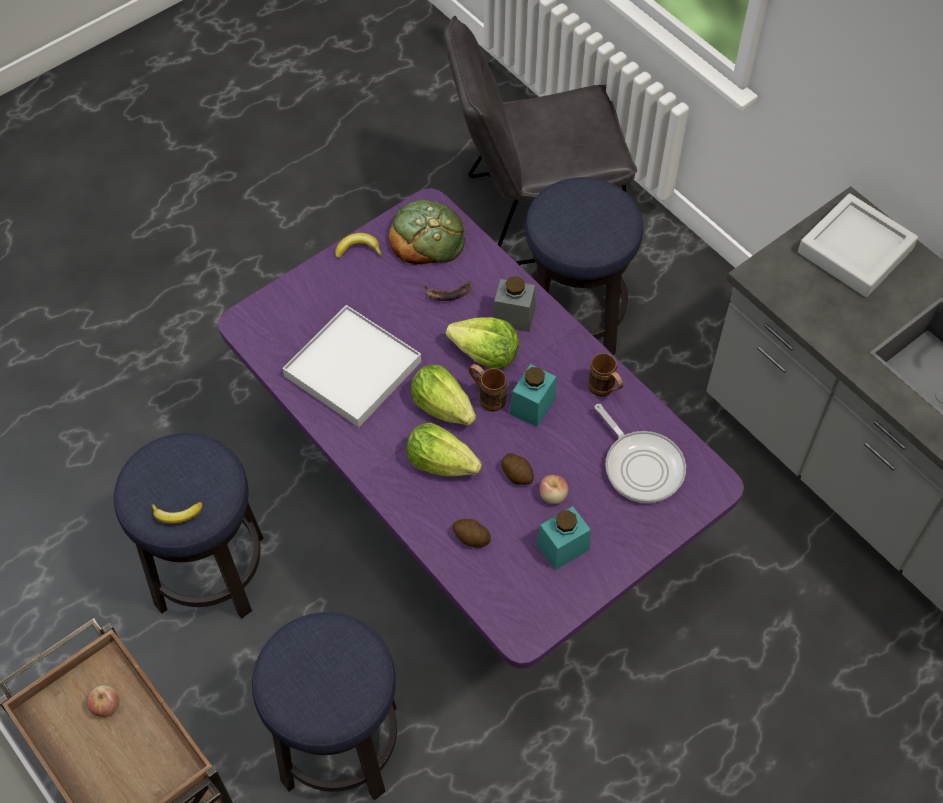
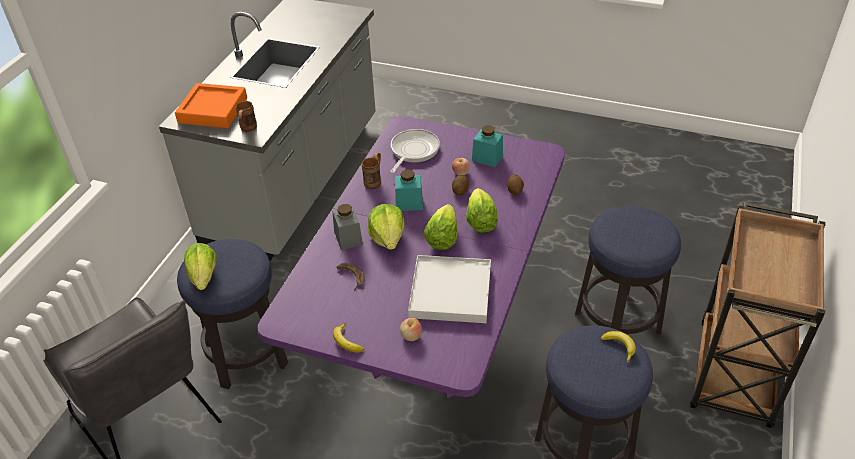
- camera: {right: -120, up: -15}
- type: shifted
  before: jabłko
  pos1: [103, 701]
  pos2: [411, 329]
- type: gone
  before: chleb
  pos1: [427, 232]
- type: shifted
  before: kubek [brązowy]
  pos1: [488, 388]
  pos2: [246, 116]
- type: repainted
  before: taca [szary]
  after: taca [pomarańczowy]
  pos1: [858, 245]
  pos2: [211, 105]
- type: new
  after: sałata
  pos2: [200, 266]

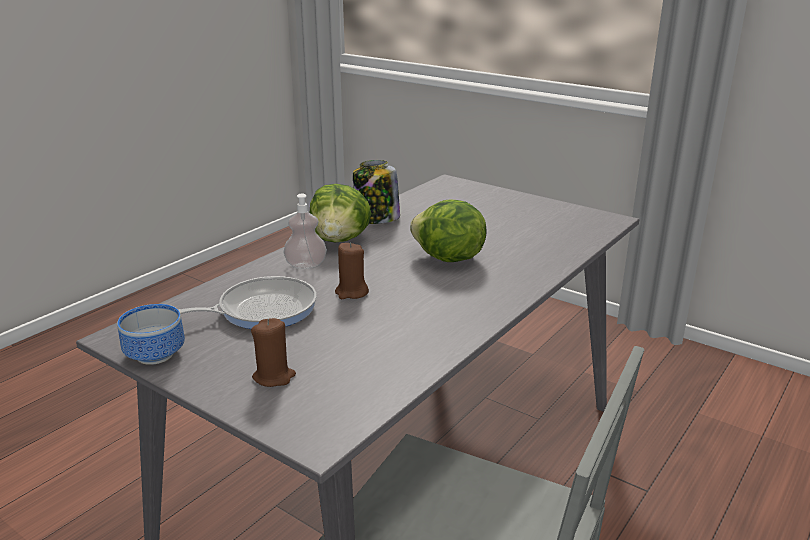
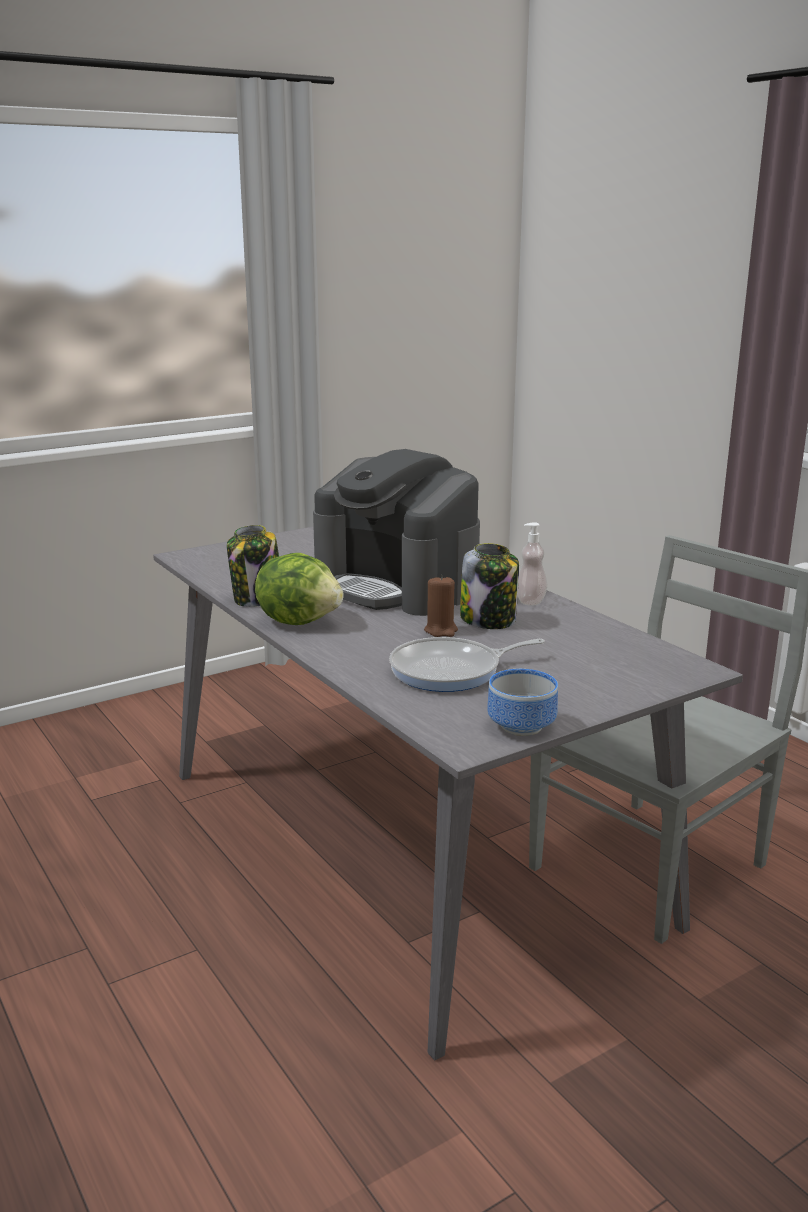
- camera: {right: -70, up: -5}
- type: rotated
  before: patelnia
  pos1: [247, 302]
  pos2: [467, 664]
  turn: -105
- type: gone
  before: świeca [brązowy]
  pos1: [273, 352]
- type: shifted
  before: dozownik mydła
  pos1: [305, 231]
  pos2: [533, 564]
- type: swapped
  before: sałata
  after: ekspres do kawy
  pos1: [448, 231]
  pos2: [396, 532]
- type: new
  after: słoik
  pos2: [489, 586]

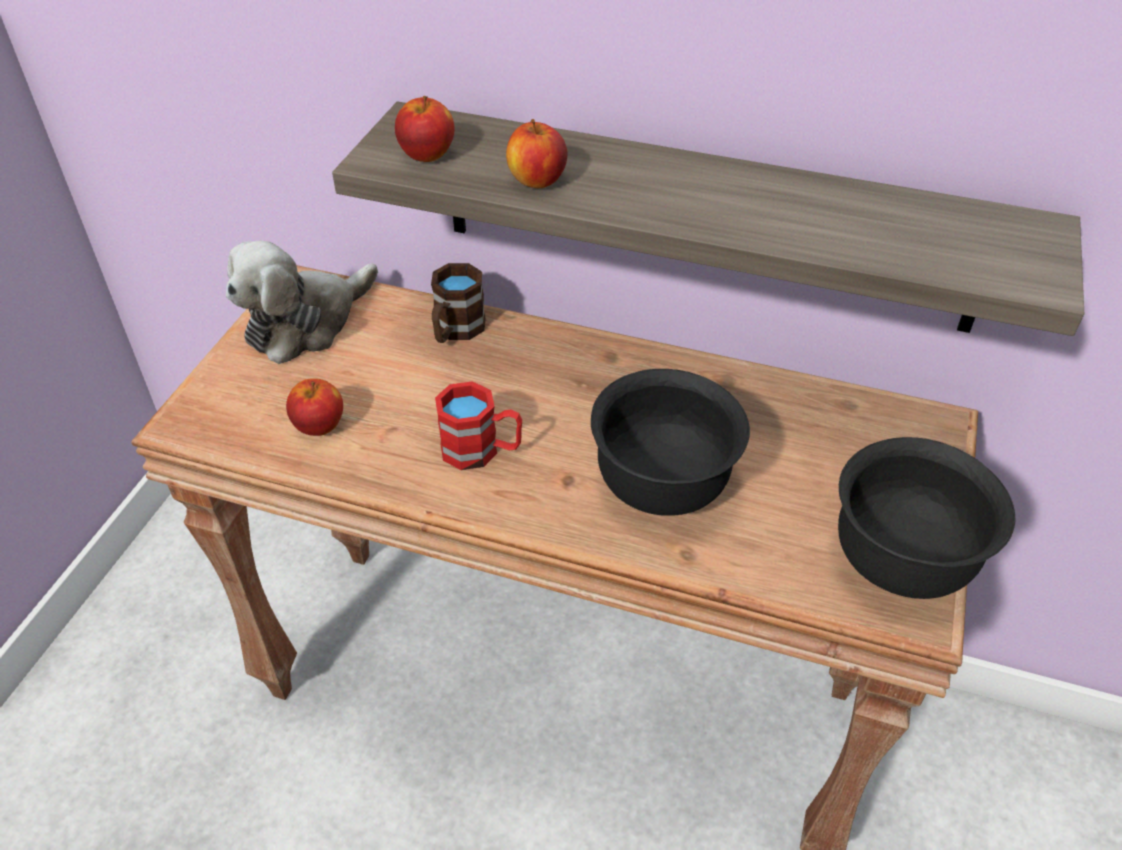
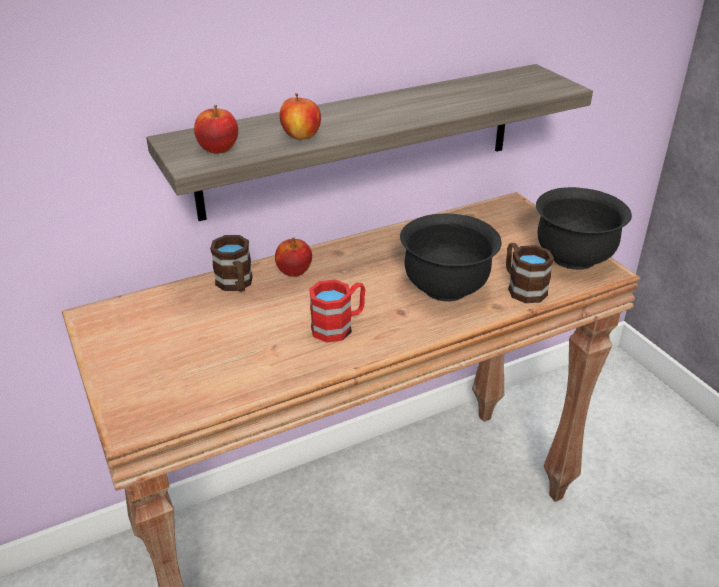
- camera: {right: -45, up: -10}
- type: gone
  before: pluszak
  pos1: [302, 302]
- type: shifted
  before: jabłko
  pos1: [314, 407]
  pos2: [293, 257]
- type: new
  after: kubek [brązowy]
  pos2: [530, 273]

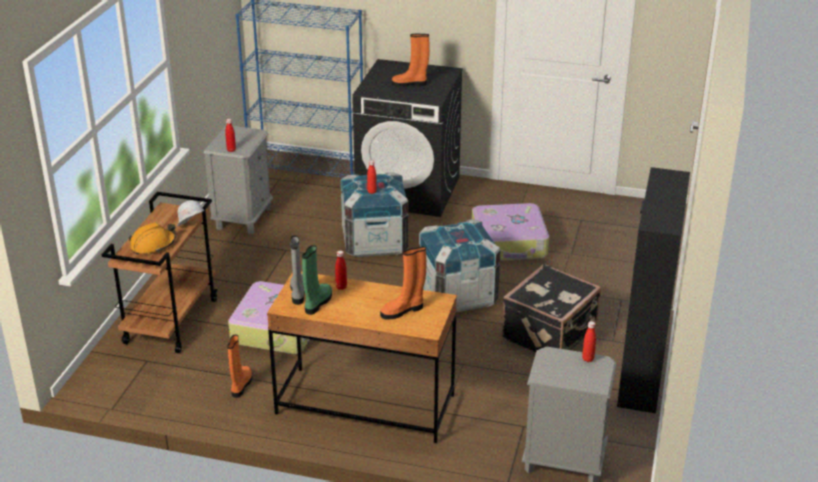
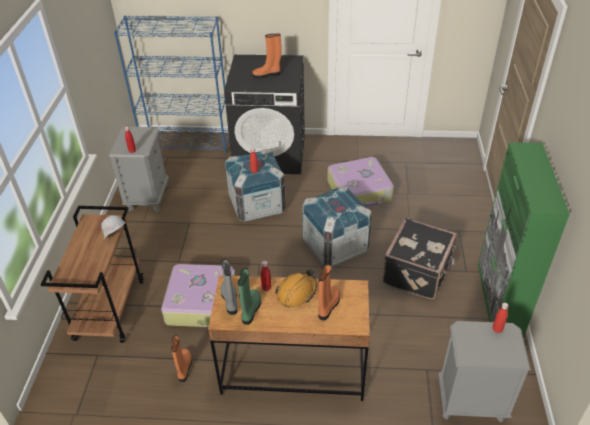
- camera: {right: -10, up: 10}
- type: shifted
  before: kask [pomarańczowy]
  pos1: [152, 238]
  pos2: [296, 288]
- type: rotated
  before: but z cholewką [pomarańczowy]
  pos1: [403, 283]
  pos2: [329, 292]
  turn: 150
- type: repainted
  before: szafka [czarny]
  after: szafka [zielony]
  pos1: [653, 290]
  pos2: [524, 240]

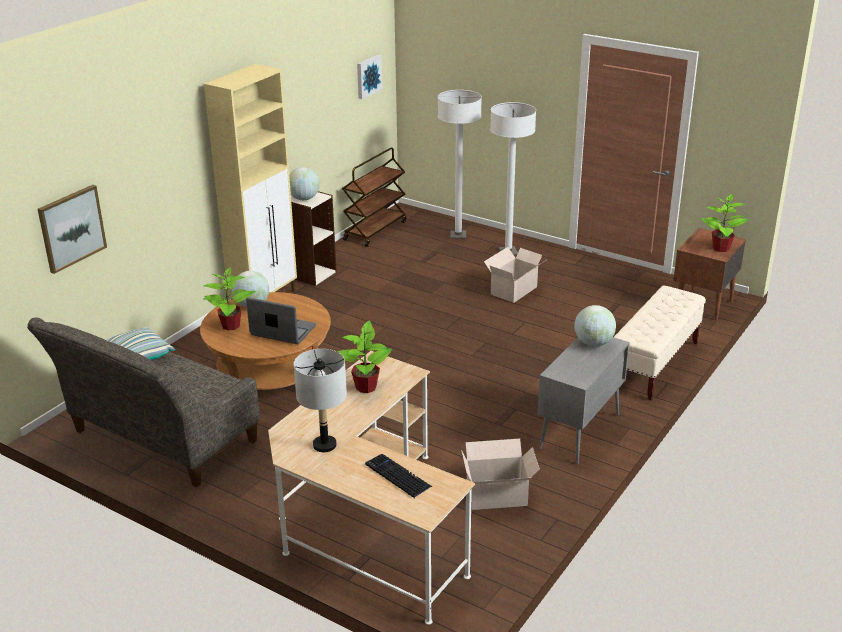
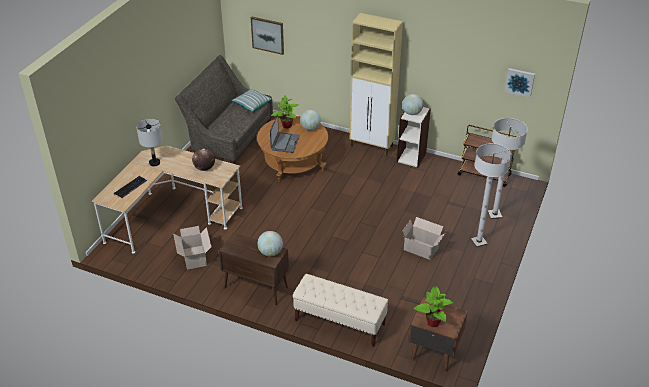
- camera: {right: 80, up: 10}
- type: swapped
  before: roślina doniczkowa
  after: globus
  pos1: [364, 356]
  pos2: [203, 159]
- type: repainted
  before: szafka [szary]
  after: szafka [brązowy]
  pos1: [584, 400]
  pos2: [254, 269]

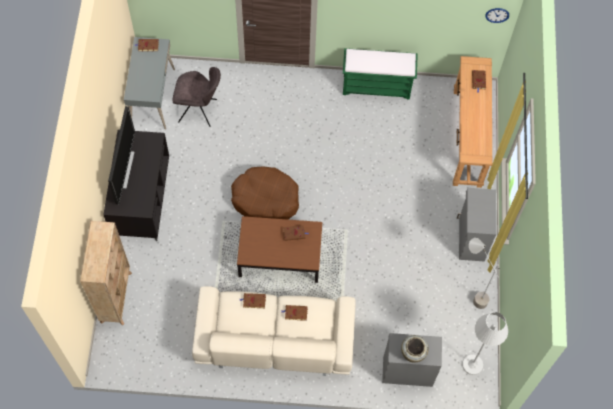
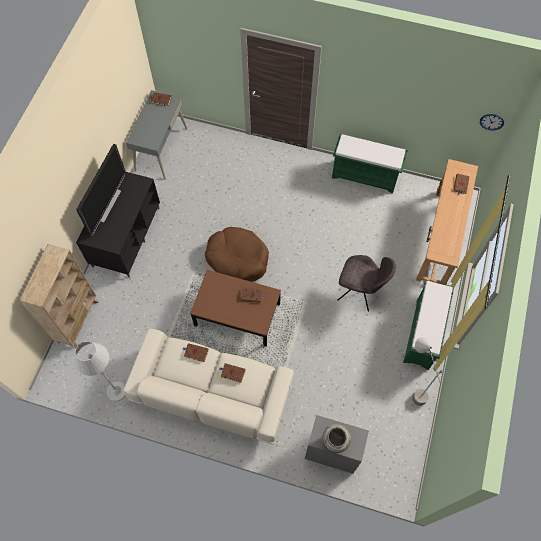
- camera: {right: 15, up: 0}
- type: shifted
  before: krzesło [szary]
  pos1: [197, 97]
  pos2: [367, 283]
- type: swapped
  before: szafka [szary]
  after: ławka [zielony]
  pos1: [476, 224]
  pos2: [428, 325]
- type: shifted
  before: lampa stojąca [biały]
  pos1: [485, 343]
  pos2: [100, 371]

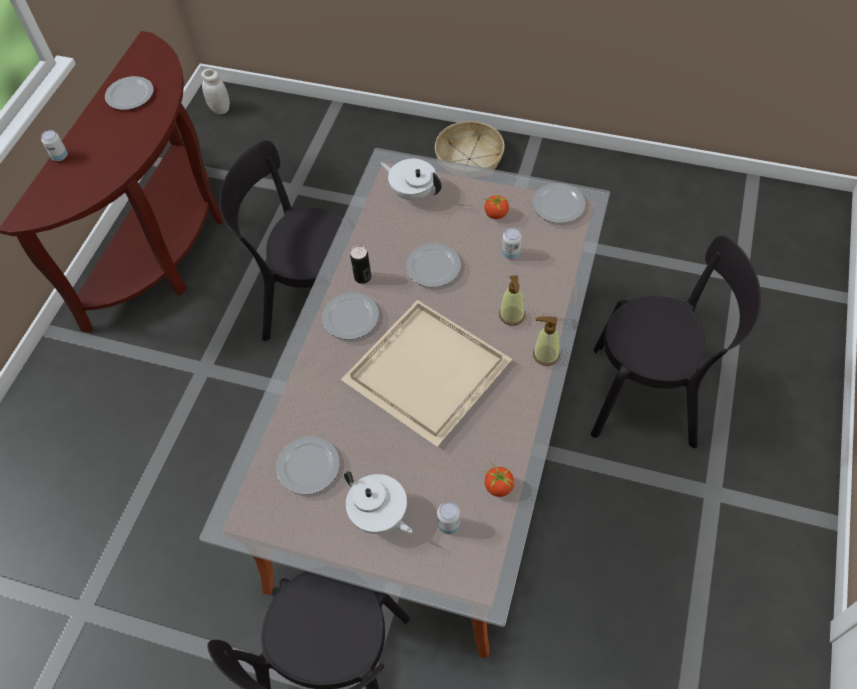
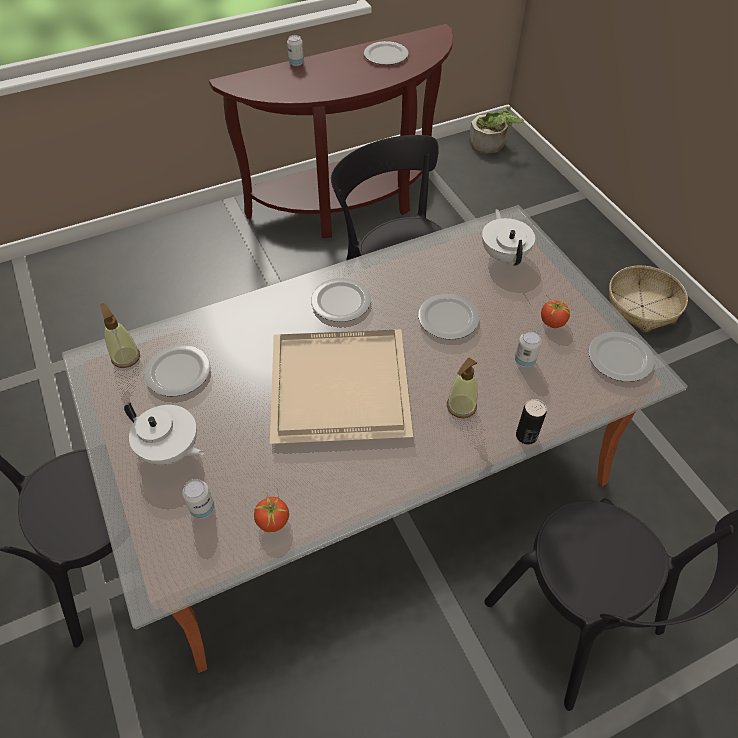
- camera: {right: 45, up: -5}
- type: swapped
  before: słoik [biały]
  after: roślina doniczkowa
  pos1: [215, 91]
  pos2: [496, 129]
- type: rotated
  before: imbryk [biały]
  pos1: [378, 502]
  pos2: [164, 434]
  turn: -60
- type: shifted
  before: puszka
  pos1: [360, 265]
  pos2: [531, 422]
- type: shifted
  before: dozownik mydła
  pos1: [546, 341]
  pos2: [120, 335]

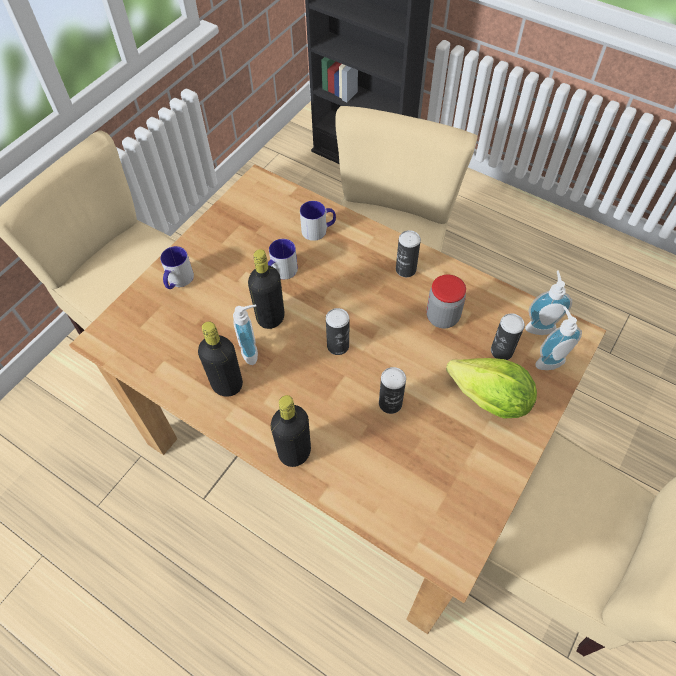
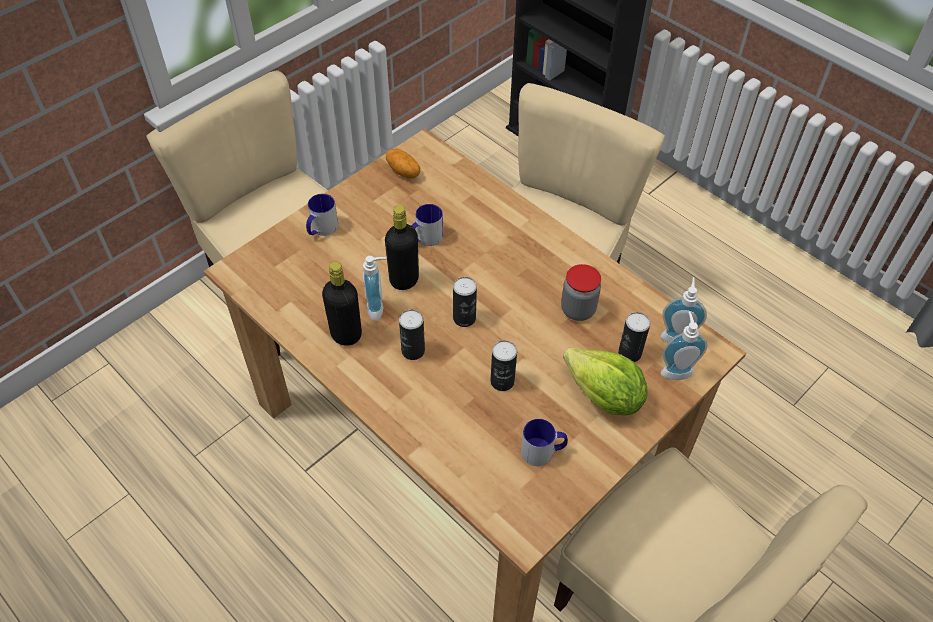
- camera: {right: 10, up: -5}
- type: gone
  before: butelka [czarny]
  pos1: [291, 431]
- type: shifted
  before: kubek
  pos1: [318, 221]
  pos2: [544, 442]
- type: shifted
  before: puszka
  pos1: [408, 253]
  pos2: [412, 334]
- type: new
  after: ziemniak
  pos2: [403, 163]

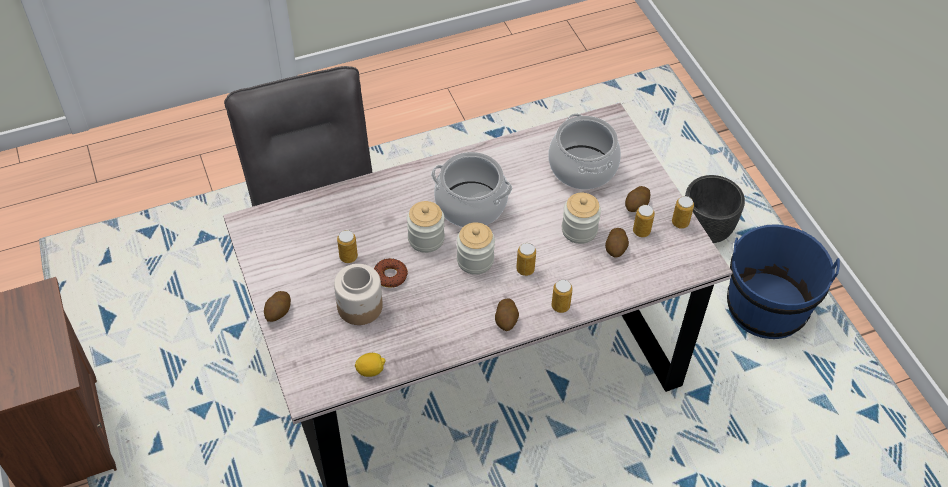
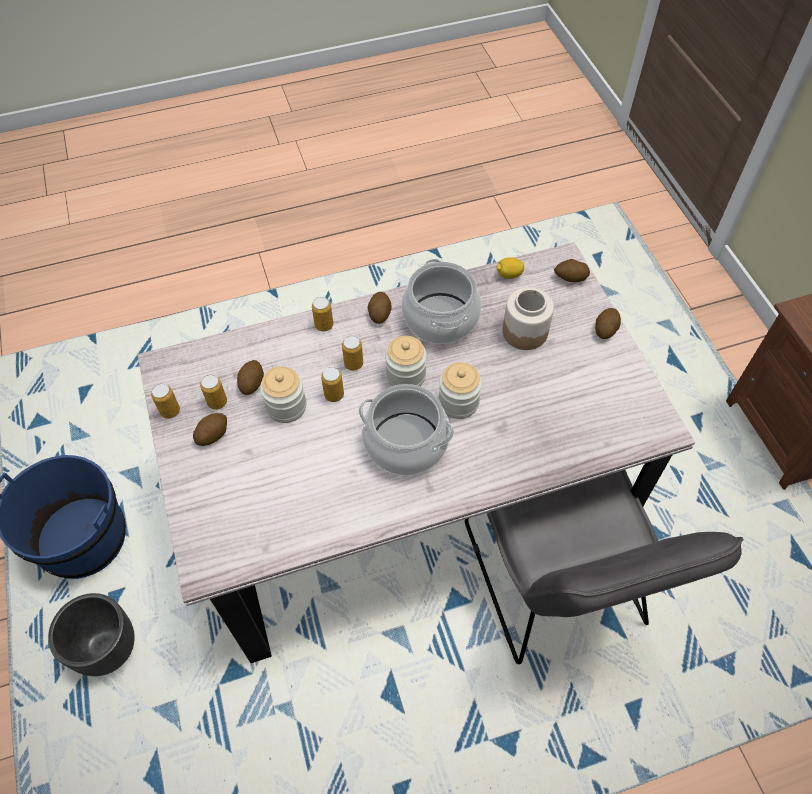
- camera: {right: -175, up: 5}
- type: shifted
  before: puszka
  pos1: [347, 246]
  pos2: [332, 384]
- type: gone
  before: donut
  pos1: [391, 273]
- type: shifted
  before: garnek
  pos1: [584, 151]
  pos2: [441, 301]
- type: new
  after: ziemniak
  pos2: [572, 270]

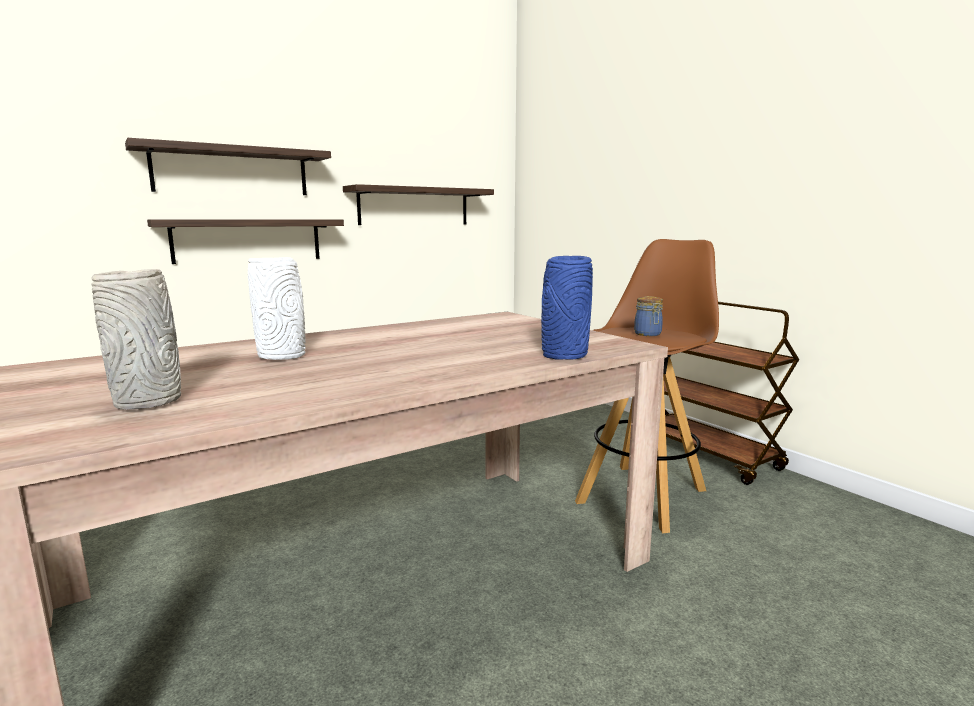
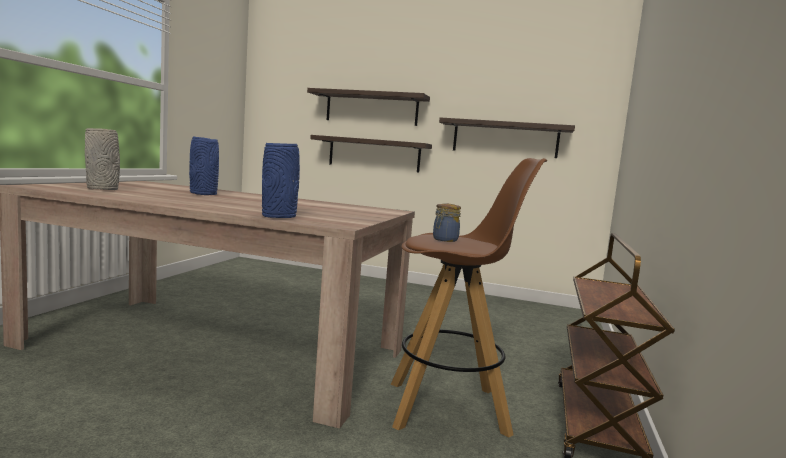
- camera: {right: 50, up: -5}
- type: repainted
  before: wazon [biały]
  after: wazon [niebieski]
  pos1: [277, 308]
  pos2: [204, 165]

